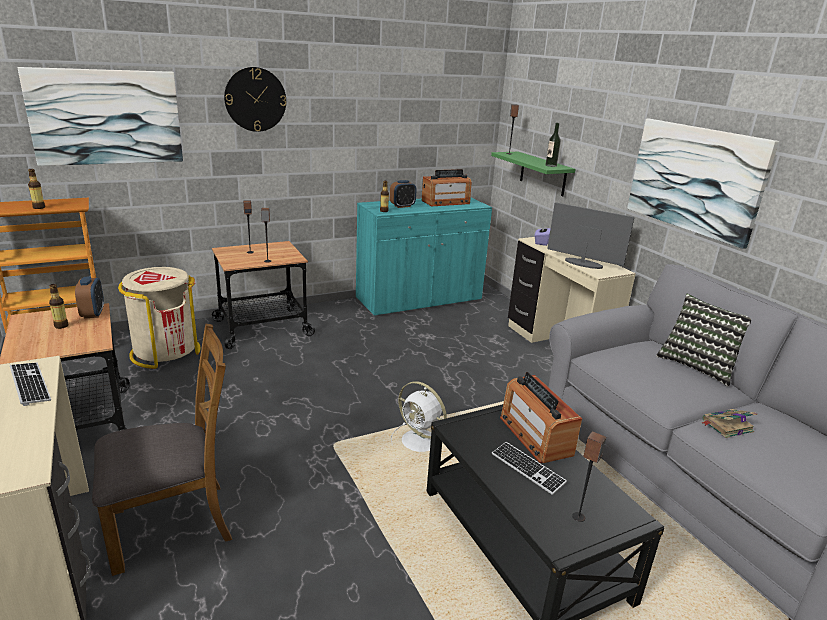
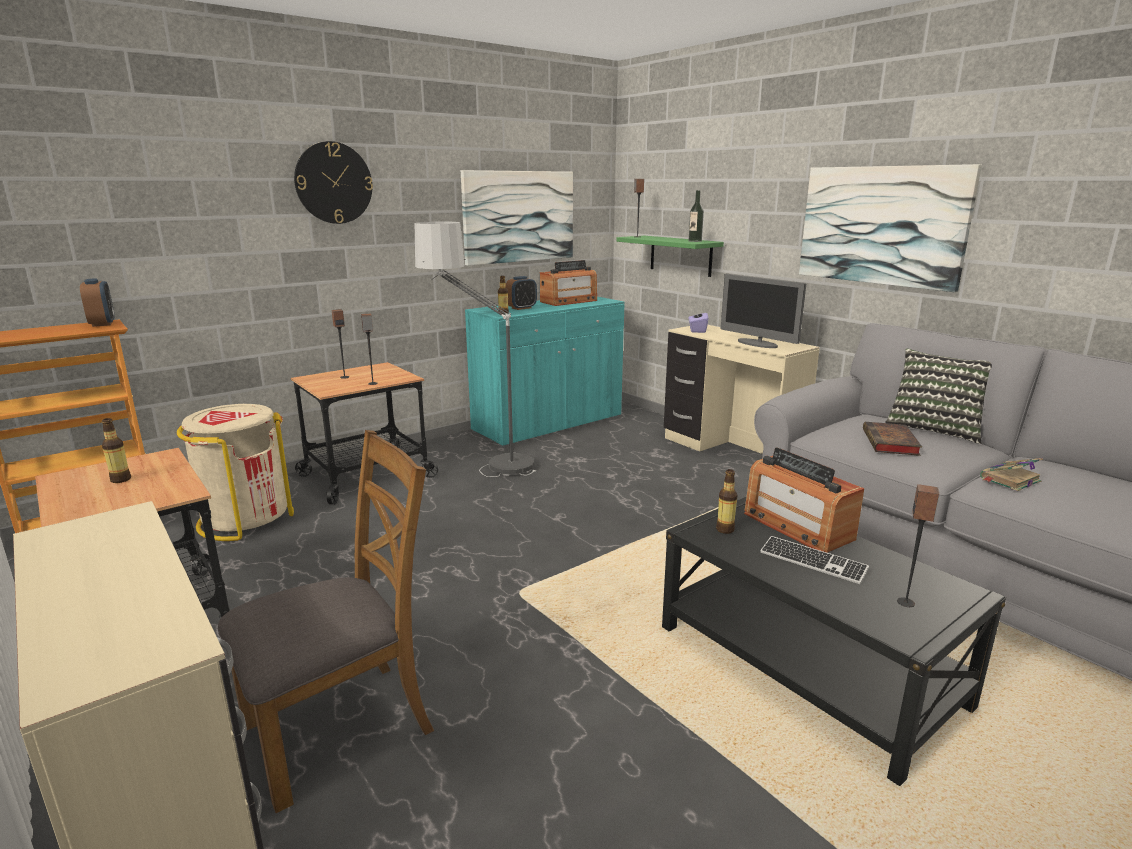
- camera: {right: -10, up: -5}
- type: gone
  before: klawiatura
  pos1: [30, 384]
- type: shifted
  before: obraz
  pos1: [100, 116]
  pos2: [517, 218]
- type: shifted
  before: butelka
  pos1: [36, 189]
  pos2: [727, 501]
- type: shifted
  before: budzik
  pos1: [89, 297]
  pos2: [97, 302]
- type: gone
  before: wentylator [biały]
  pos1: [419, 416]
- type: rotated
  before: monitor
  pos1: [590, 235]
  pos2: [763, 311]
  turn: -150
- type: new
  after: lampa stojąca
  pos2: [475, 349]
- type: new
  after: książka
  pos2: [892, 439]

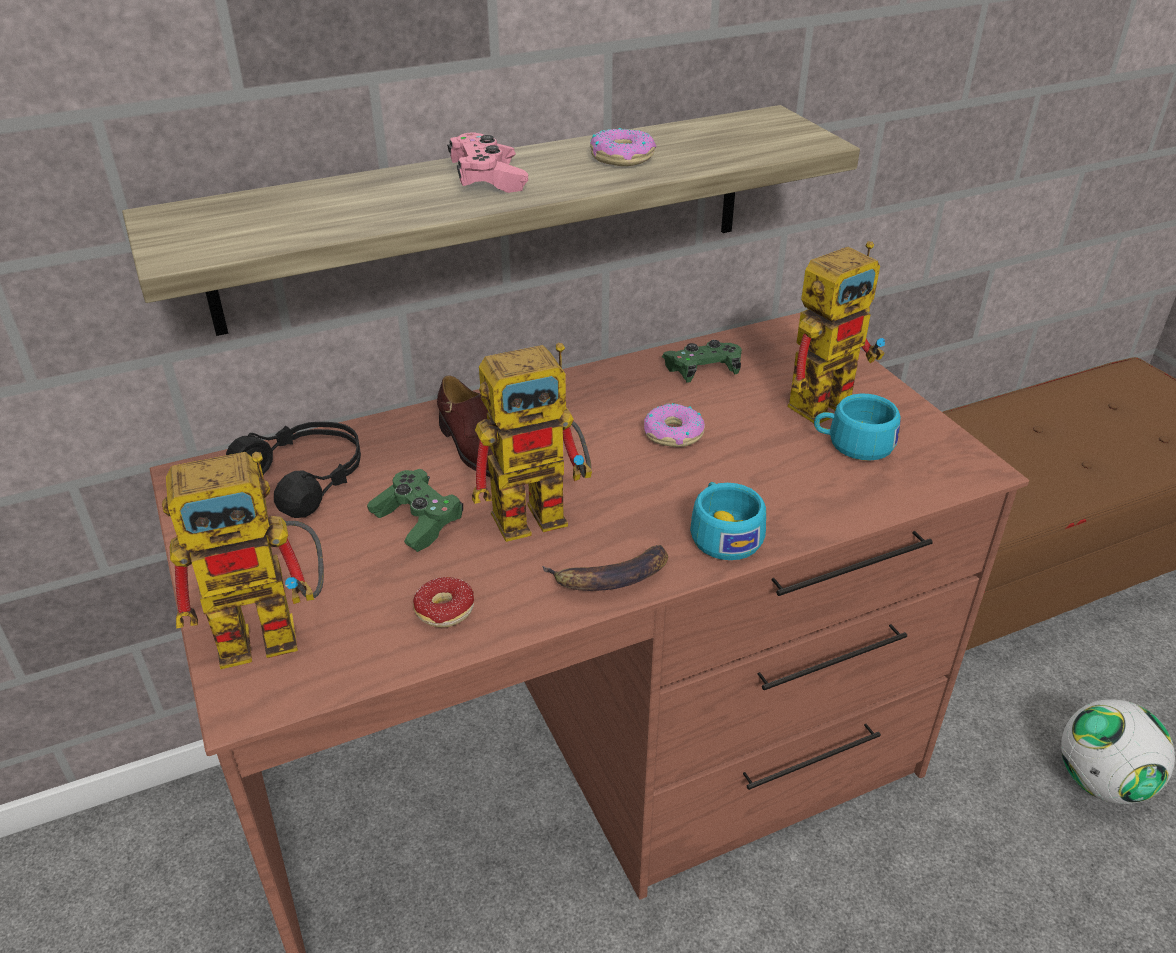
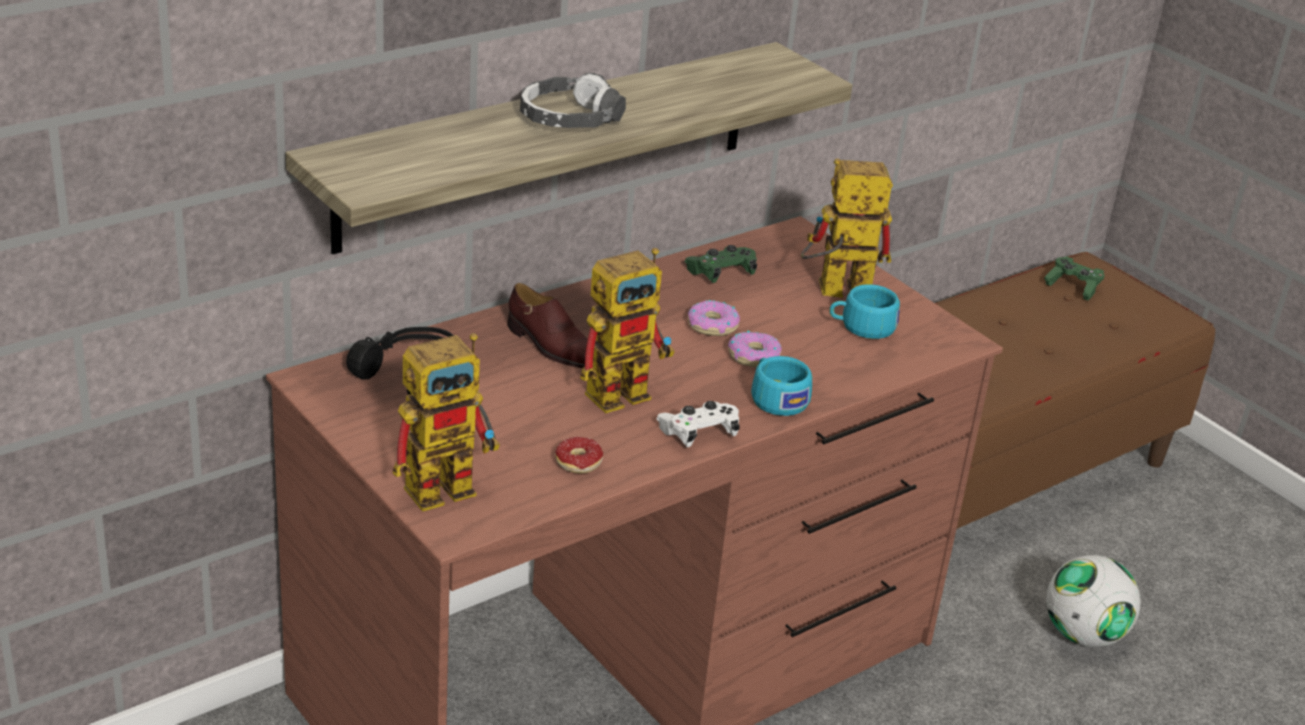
- camera: {right: -15, up: -5}
- type: shifted
  before: pad do gier [zielony]
  pos1: [415, 510]
  pos2: [1074, 278]
- type: swapped
  before: pad do gier [różowy]
  after: słuchawki
  pos1: [487, 162]
  pos2: [573, 100]
- type: swapped
  before: banan
  after: pad do gier [biały]
  pos1: [605, 568]
  pos2: [698, 424]
- type: shifted
  before: donut
  pos1: [623, 147]
  pos2: [755, 349]
- type: rotated
  before: robot zabawkowy
  pos1: [836, 332]
  pos2: [847, 228]
  turn: -135

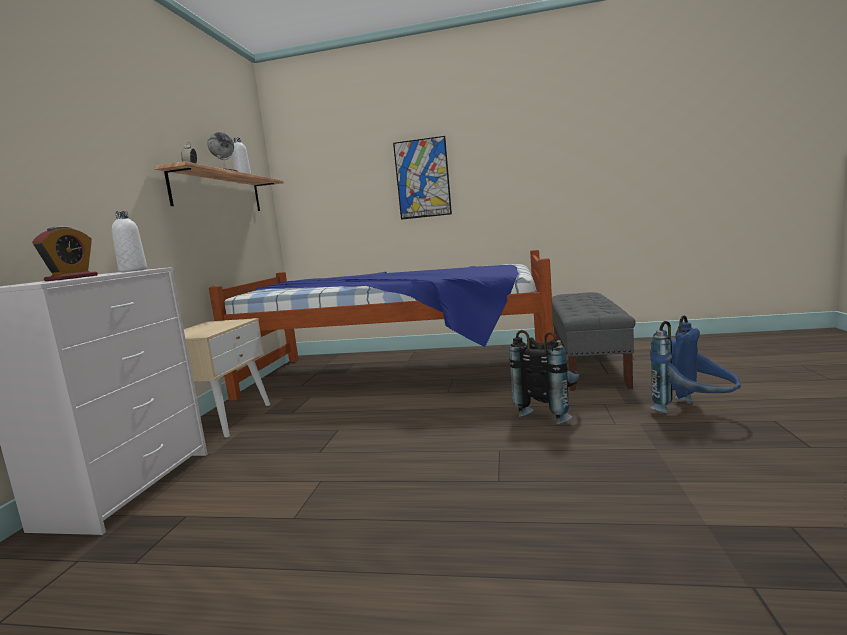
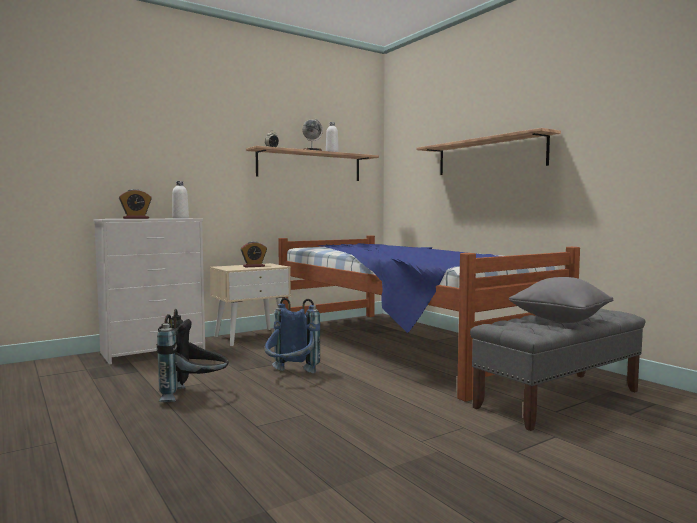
- camera: {right: 45, up: -5}
- type: swapped
  before: obraz
  after: półka
  pos1: [422, 178]
  pos2: [488, 151]
- type: shifted
  before: plecak [czarny]
  pos1: [544, 377]
  pos2: [193, 355]
- type: shifted
  before: plecak [niebieski]
  pos1: [695, 364]
  pos2: [292, 335]
- type: new
  after: budzik
  pos2: [253, 254]
- type: new
  after: poduszka [szary]
  pos2: [561, 300]

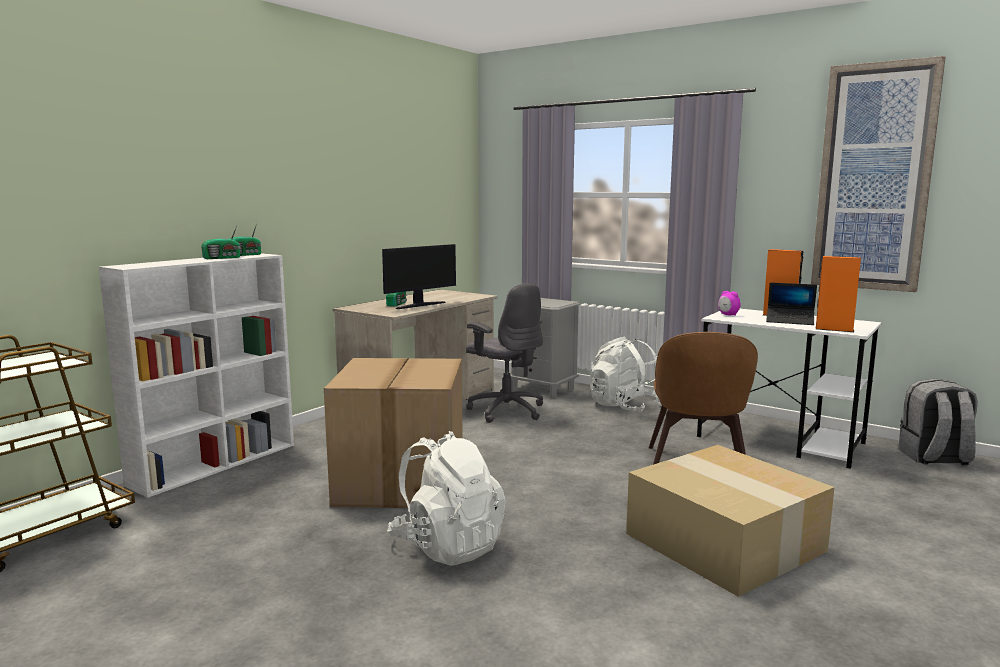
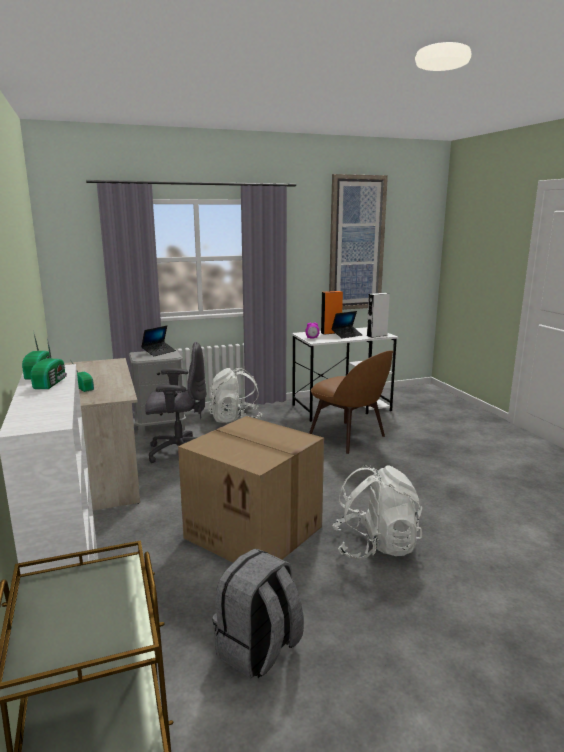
- camera: {right: -55, up: 5}
- type: gone
  before: monitor
  pos1: [419, 276]
- type: gone
  before: karton
  pos1: [730, 521]
- type: repainted
  before: głośnik [pomarańczowy]
  after: głośnik [biały]
  pos1: [838, 294]
  pos2: [378, 315]
- type: shifted
  before: plecak [szary]
  pos1: [938, 422]
  pos2: [258, 614]
- type: new
  after: laptop
  pos2: [158, 340]

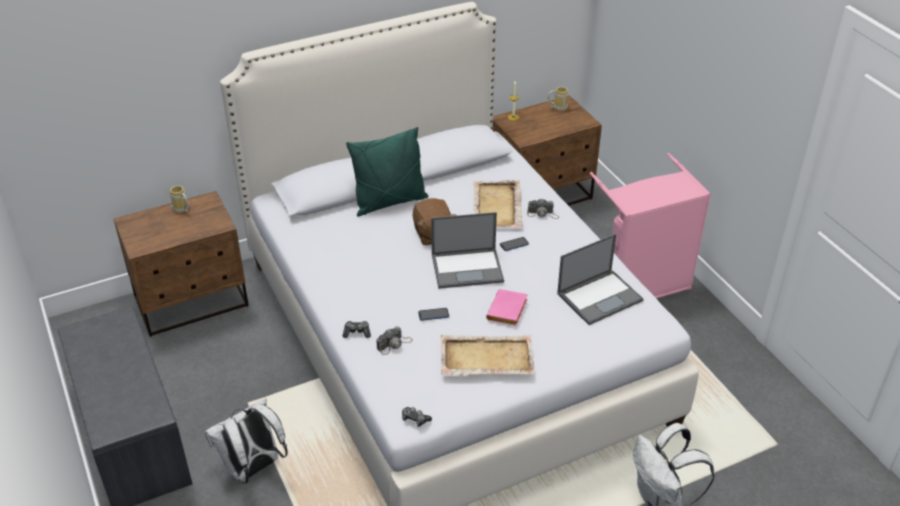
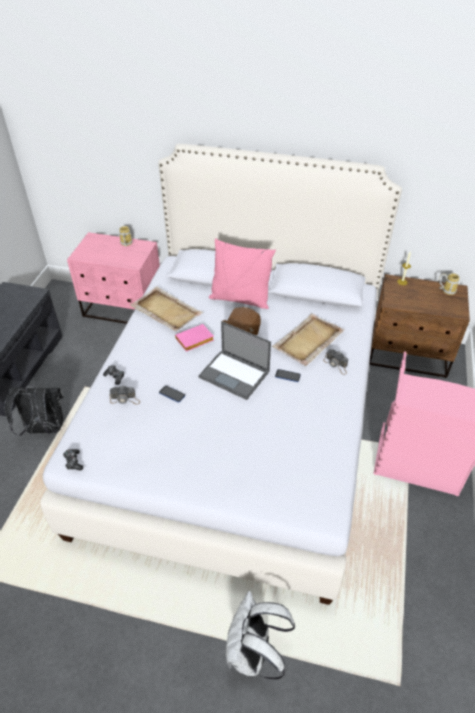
- camera: {right: 40, up: 5}
- type: repainted
  before: szafka nocna [brązowy]
  after: szafka nocna [różowy]
  pos1: [181, 264]
  pos2: [113, 278]
- type: repainted
  before: plecak [biały]
  after: plecak [czarny]
  pos1: [246, 440]
  pos2: [34, 410]
- type: repainted
  before: poduszka [zielony]
  after: poduszka [różowy]
  pos1: [387, 172]
  pos2: [242, 273]
- type: shifted
  before: taca [beżowy]
  pos1: [488, 355]
  pos2: [166, 309]
- type: shifted
  before: książka [różowy]
  pos1: [507, 307]
  pos2: [194, 338]
- type: gone
  before: laptop
  pos1: [600, 279]

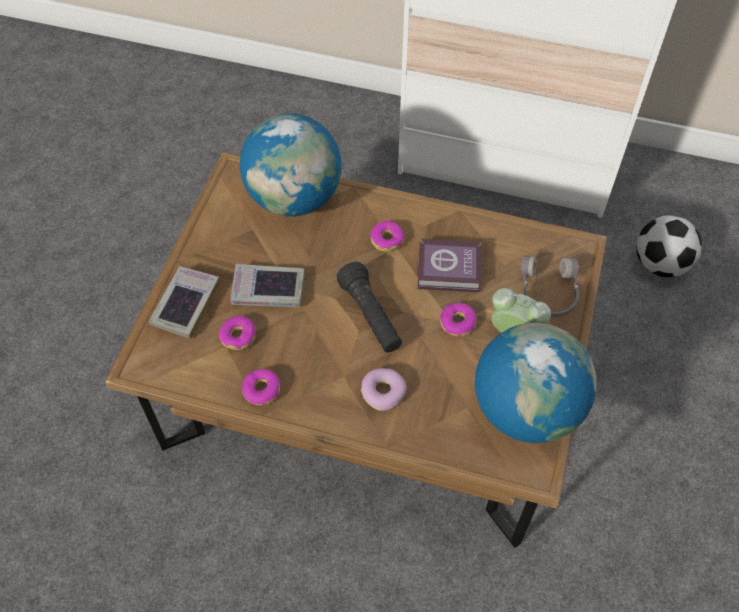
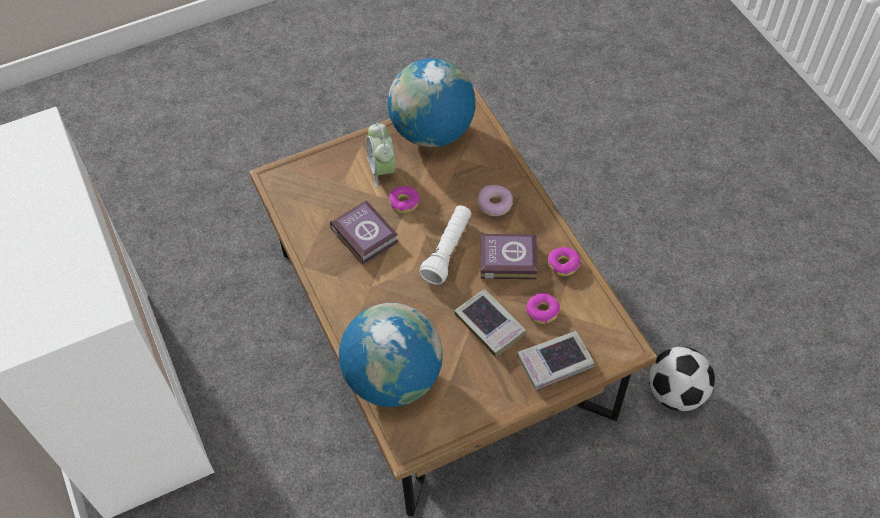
- camera: {right: -130, up: 0}
- type: repainted
  before: latarka [czarny]
  after: latarka [biały]
  pos1: [369, 307]
  pos2: [445, 245]
- type: gone
  before: donut
  pos1: [387, 236]
- type: gone
  before: słuchawki [szary]
  pos1: [550, 286]
- type: shifted
  before: piłka futbolowa
  pos1: [669, 246]
  pos2: [682, 379]
- type: new
  after: książka
  pos2: [509, 256]

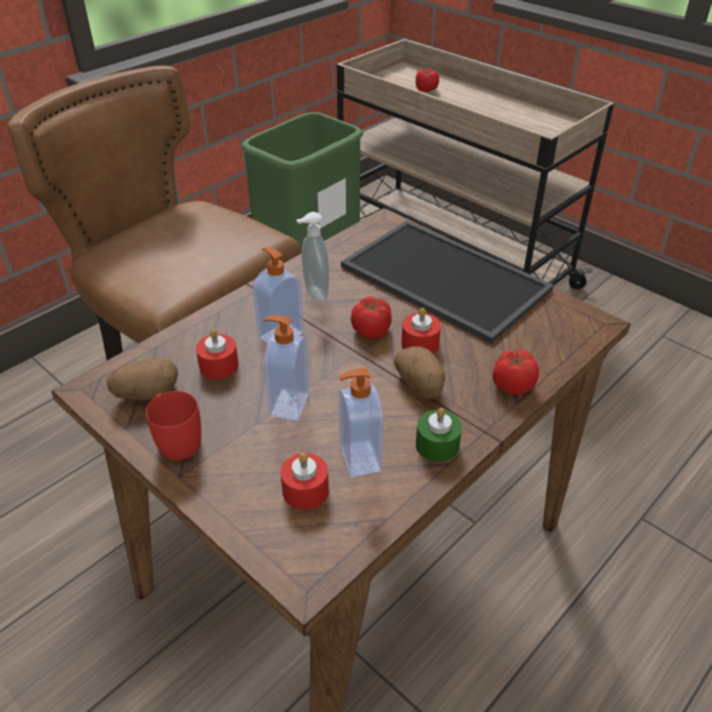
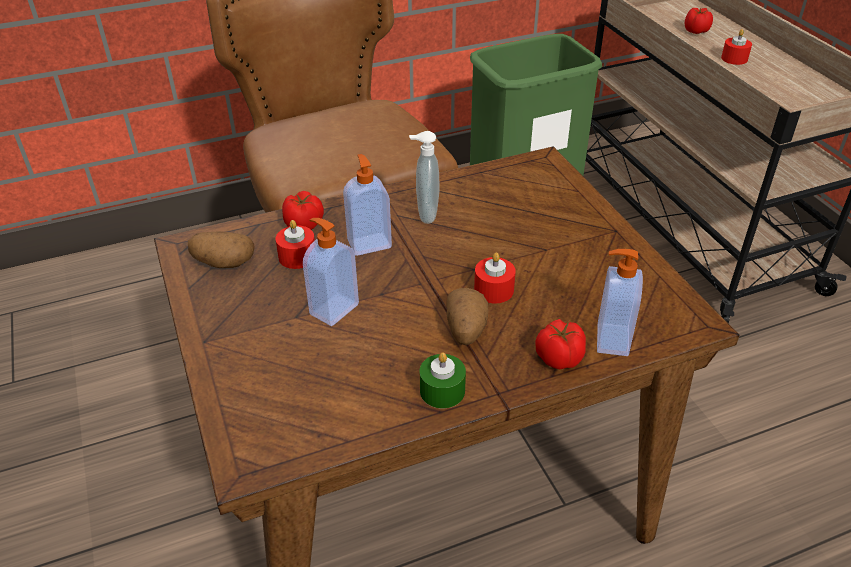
- camera: {right: 25, up: 0}
- type: gone
  before: kubek [czerwony]
  pos1: [173, 425]
- type: shifted
  before: świeca [czerwony]
  pos1: [305, 481]
  pos2: [736, 47]
- type: shifted
  before: dozownik mydła
  pos1: [361, 423]
  pos2: [620, 302]
- type: gone
  before: taca
  pos1: [447, 282]
- type: shifted
  before: pomidor
  pos1: [371, 318]
  pos2: [303, 210]

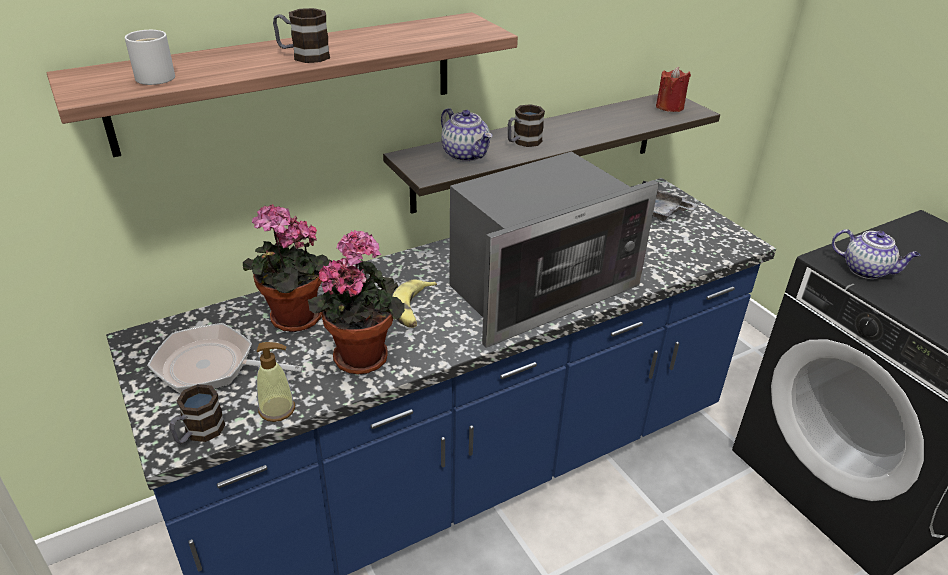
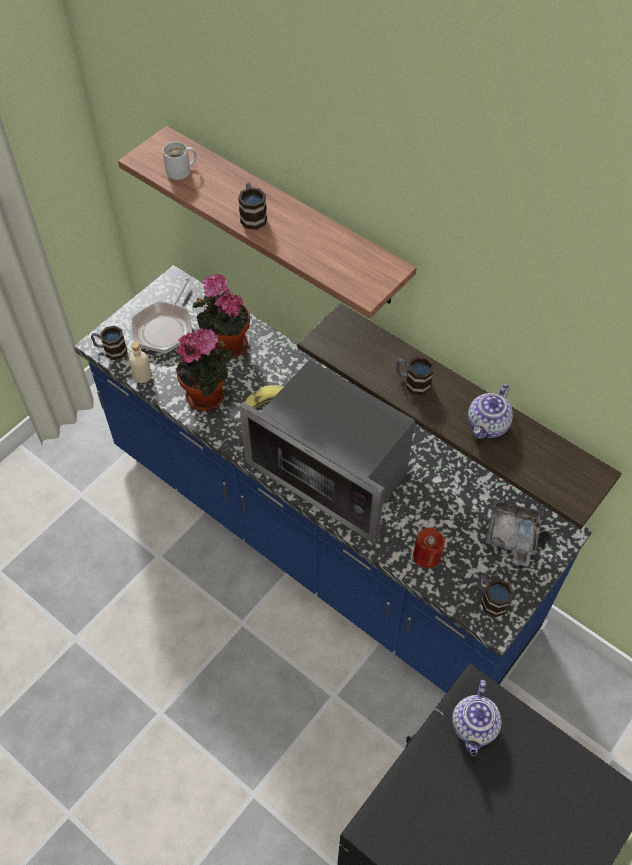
- camera: {right: 70, up: 20}
- type: rotated
  before: patelnia
  pos1: [225, 358]
  pos2: [161, 315]
  turn: -150
- type: swapped
  before: dozownik mydła
  after: butelka [beżowy]
  pos1: [276, 382]
  pos2: [140, 362]
- type: shifted
  before: imbryk
  pos1: [466, 135]
  pos2: [490, 411]
- type: shifted
  before: świeca [czerwony]
  pos1: [673, 89]
  pos2: [429, 547]
- type: new
  after: kubek
  pos2: [495, 596]

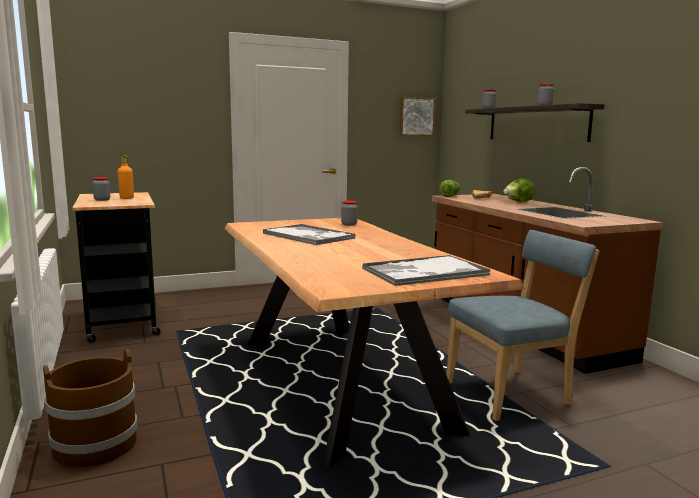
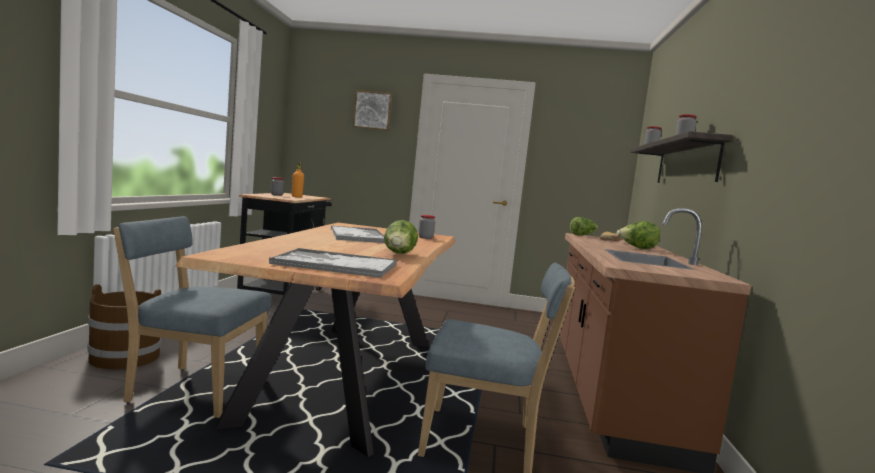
- camera: {right: 30, up: -5}
- type: shifted
  before: obraz
  pos1: [417, 116]
  pos2: [372, 110]
- type: new
  after: krzesło [niebieski]
  pos2: [192, 317]
- type: new
  after: sałata
  pos2: [401, 237]

